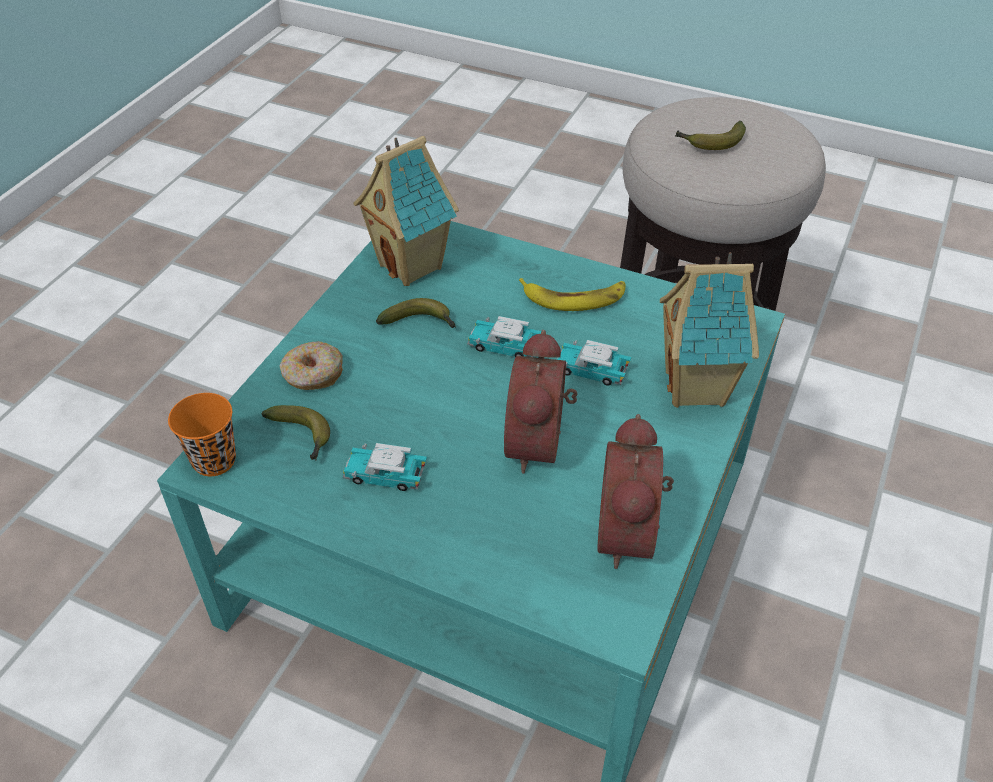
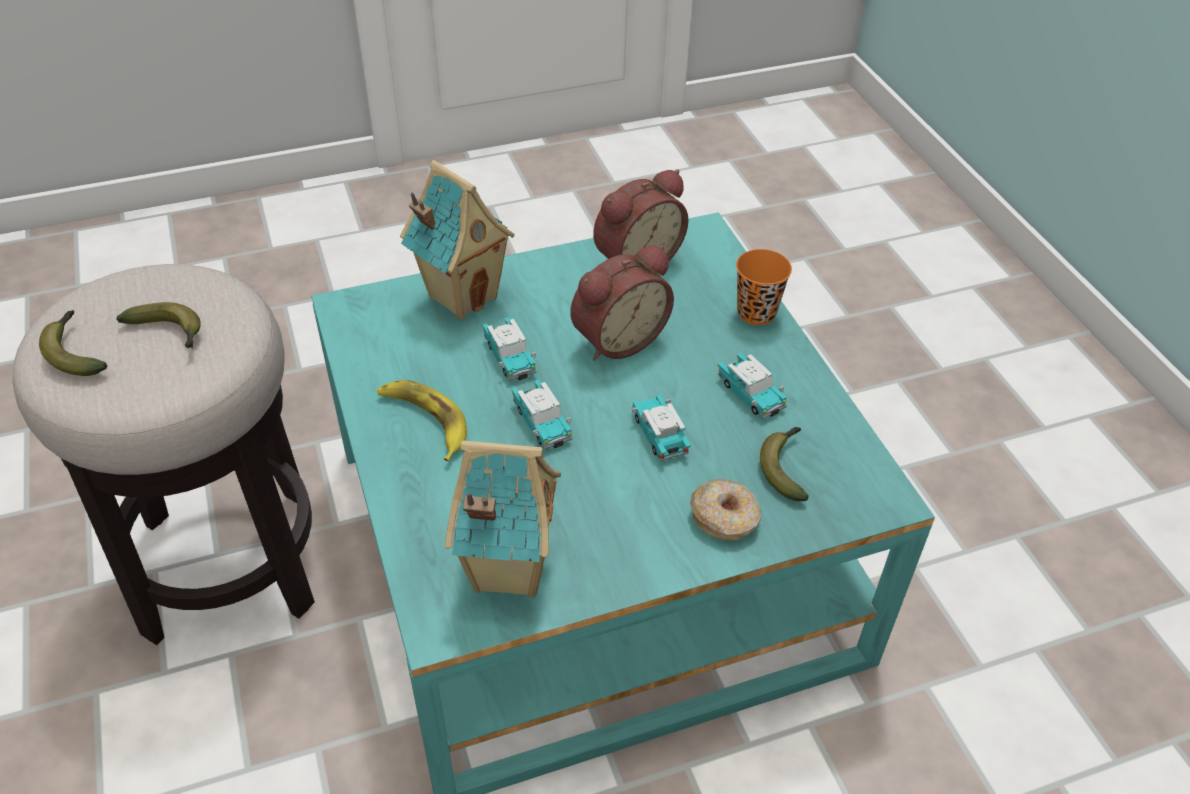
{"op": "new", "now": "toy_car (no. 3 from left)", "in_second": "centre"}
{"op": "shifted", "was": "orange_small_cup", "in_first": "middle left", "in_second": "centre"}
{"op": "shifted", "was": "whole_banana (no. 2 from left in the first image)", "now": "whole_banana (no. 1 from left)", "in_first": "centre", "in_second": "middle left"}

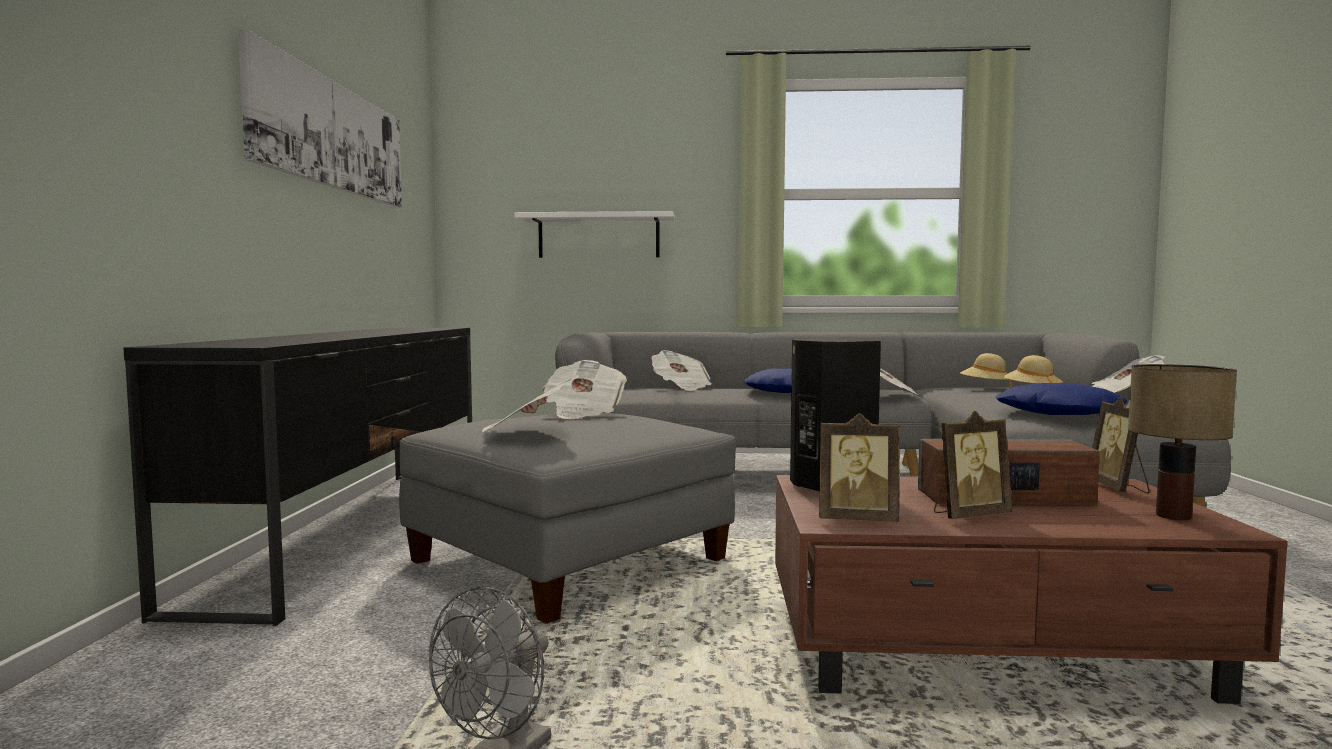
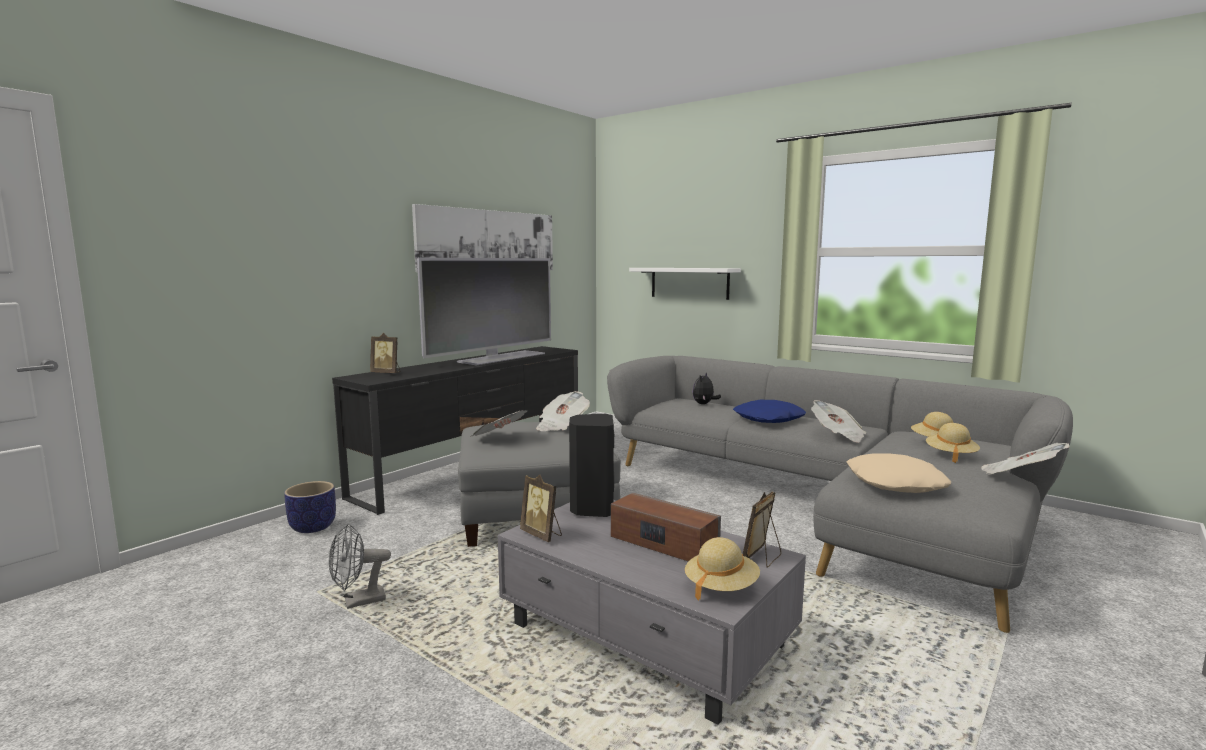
{"op": "new", "now": "plant_pot", "in_second": "bottom left"}
{"op": "new", "now": "television", "in_second": "centre"}
{"op": "shifted", "was": "photo_frame (no. 2 from left in the first image)", "now": "photo_frame (no. 1 from left)", "in_first": "middle right", "in_second": "middle left"}
{"op": "swapped", "was": "daily_paper (no. 3 from left)", "now": "cuddly_toy", "in_first": "centre", "in_second": "centre"}
{"op": "swapped", "was": "tabletop_lamp", "now": "beige-coloured_clothing_hat (no. 1 from left)", "in_first": "middle right", "in_second": "bottom centre"}
{"op": "repainted", "was": "brown-coloured_low_table", "now": "gray_low_table", "in_first": "bottom right", "in_second": "bottom centre"}
{"op": "repainted", "was": "blue_pillow (no. 2 from left)", "now": "beige-coloured_pillow", "in_first": "middle right", "in_second": "middle right"}

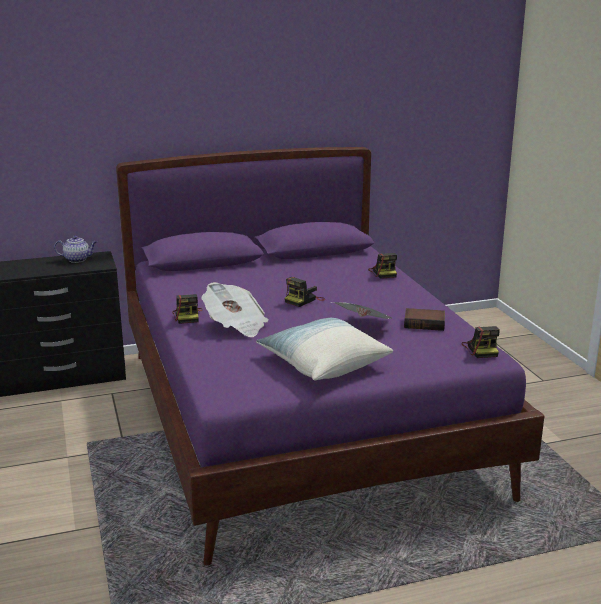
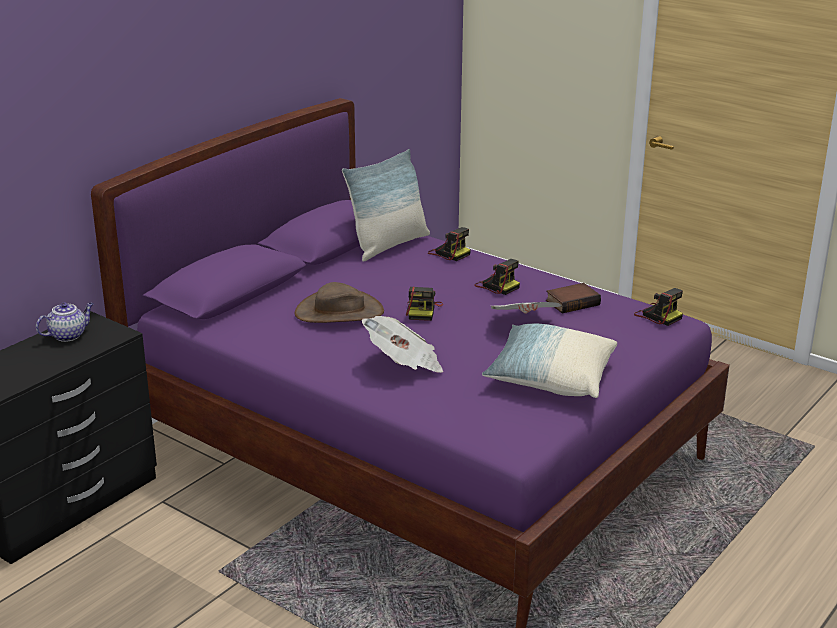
{"op": "new", "now": "brown-coloured_clothing_hat", "in_second": "centre"}
{"op": "new", "now": "pillow (no. 1 from left)", "in_second": "top centre"}
{"op": "shifted", "was": "photo_camera (no. 1 from left in the first image)", "now": "photo_camera (no. 3 from left)", "in_first": "middle left", "in_second": "centre"}

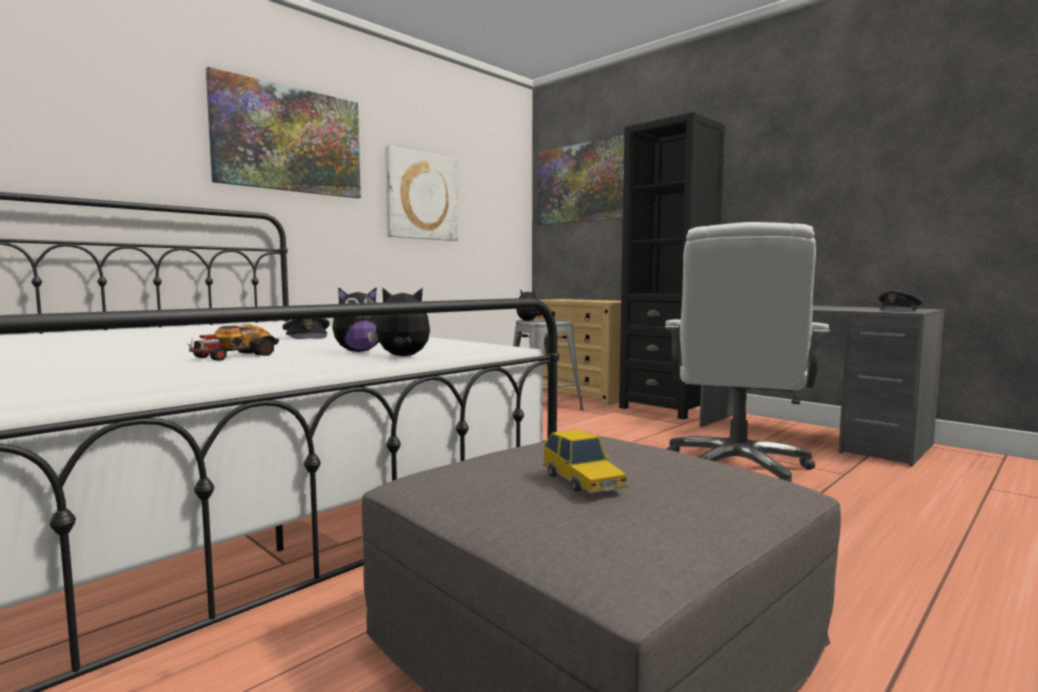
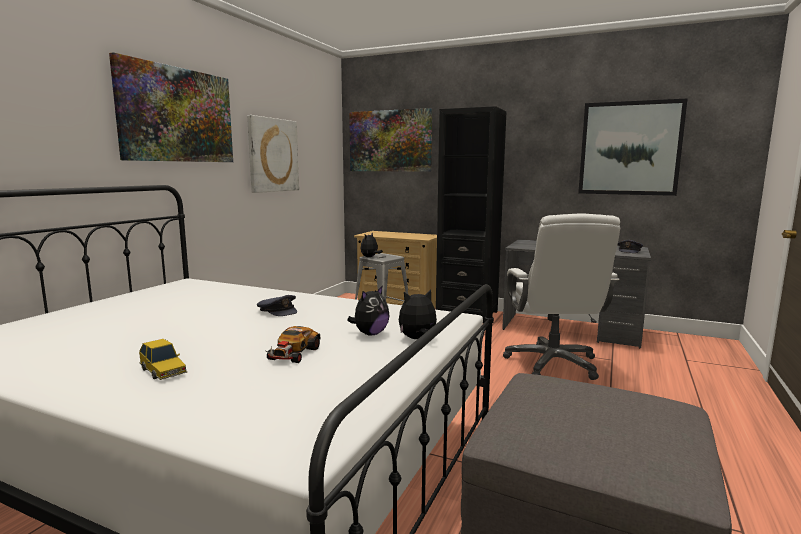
{"op": "new", "now": "picture (no. 4 from left)", "in_second": "top right"}
{"op": "shifted", "was": "toy_car (no. 2 from left in the first image)", "now": "toy_car (no. 1 from left)", "in_first": "centre", "in_second": "bottom left"}

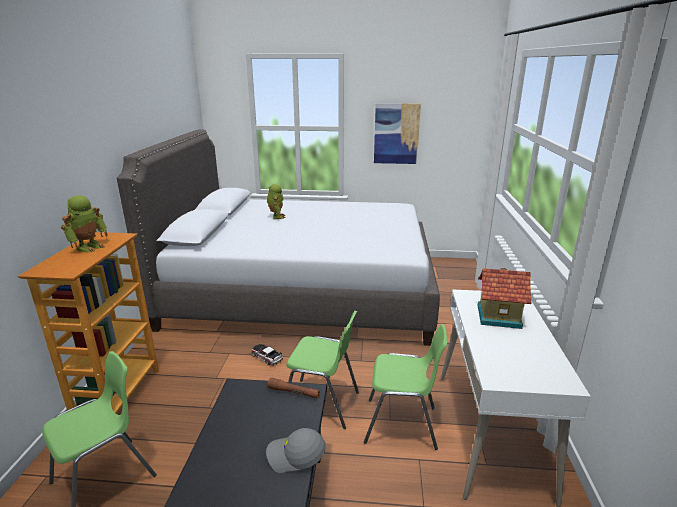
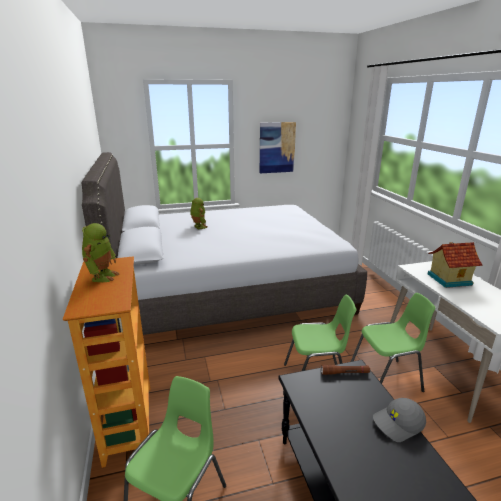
{"op": "gone", "was": "toy_car", "in_first": "bottom centre"}

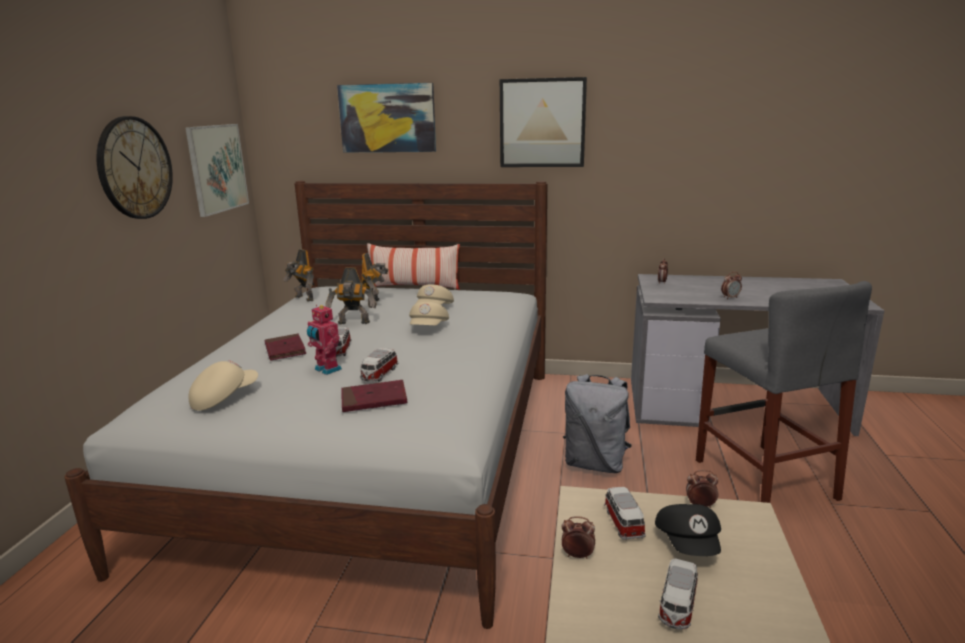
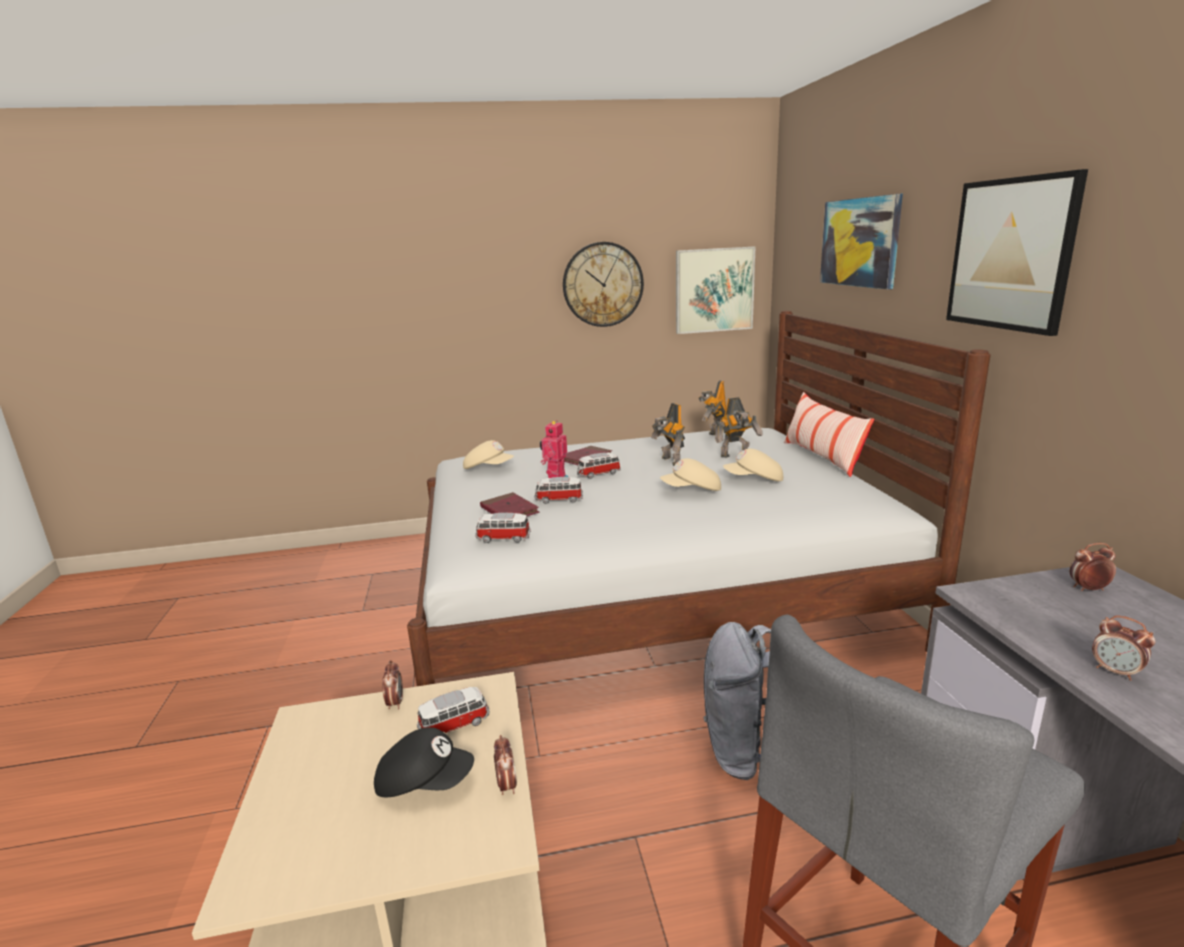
{"op": "shifted", "was": "toy_car (no. 4 from left in the first image)", "now": "toy_car (no. 2 from left)", "in_first": "bottom right", "in_second": "centre"}
{"op": "rotated", "was": "black_peaked_cap", "in_first": "bottom right", "in_second": "bottom centre", "clockwise": -150}

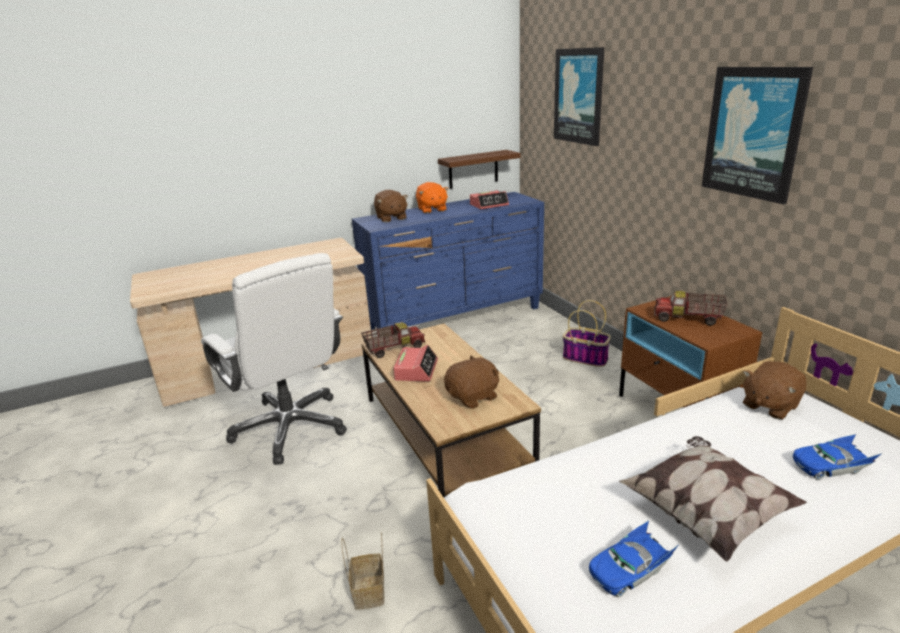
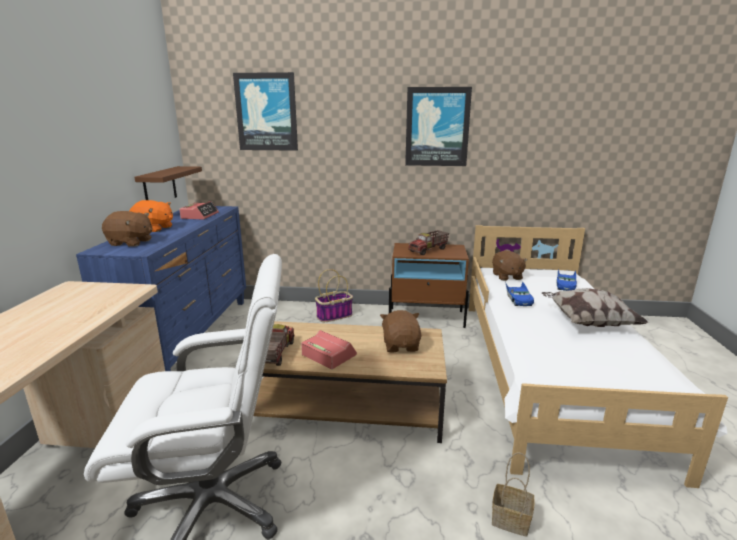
{"op": "shifted", "was": "blue_toy_car (no. 1 from left)", "in_first": "bottom right", "in_second": "middle right"}

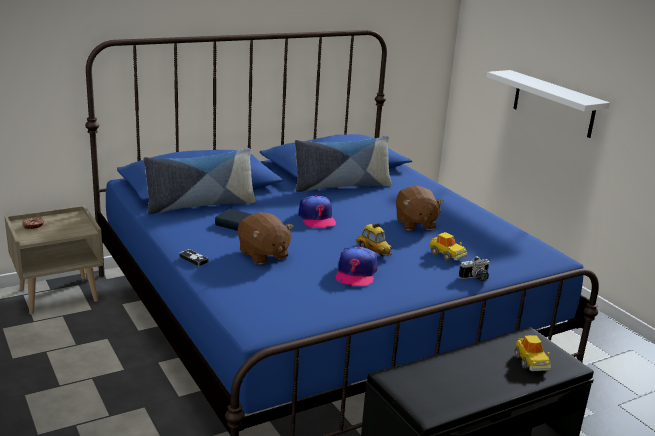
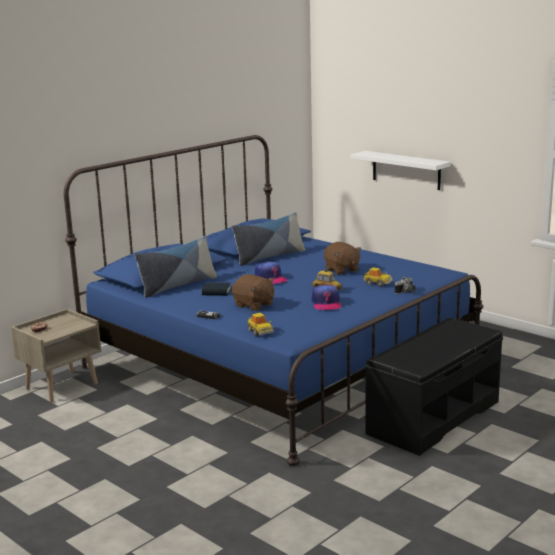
{"op": "shifted", "was": "toy_car (no. 3 from left in the first image)", "now": "toy_car (no. 1 from left)", "in_first": "bottom right", "in_second": "centre"}

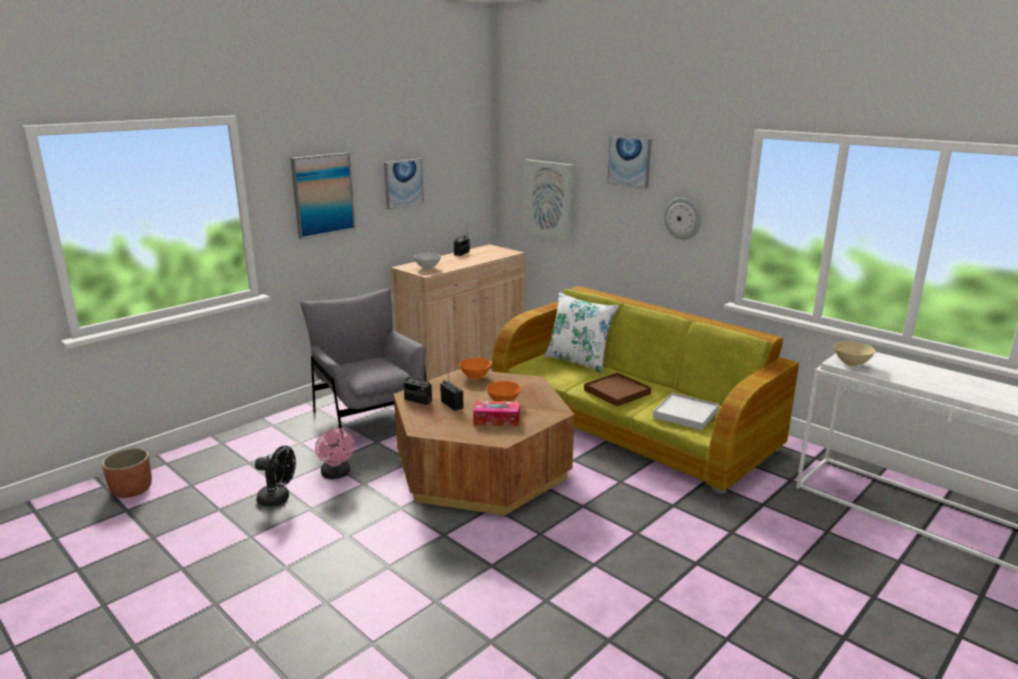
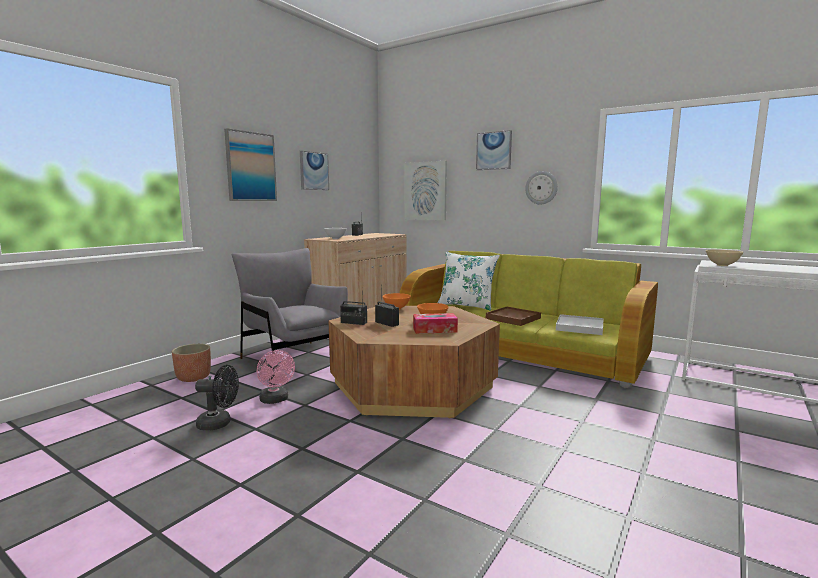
{"op": "shifted", "was": "plant_pot", "in_first": "bottom left", "in_second": "middle left"}

